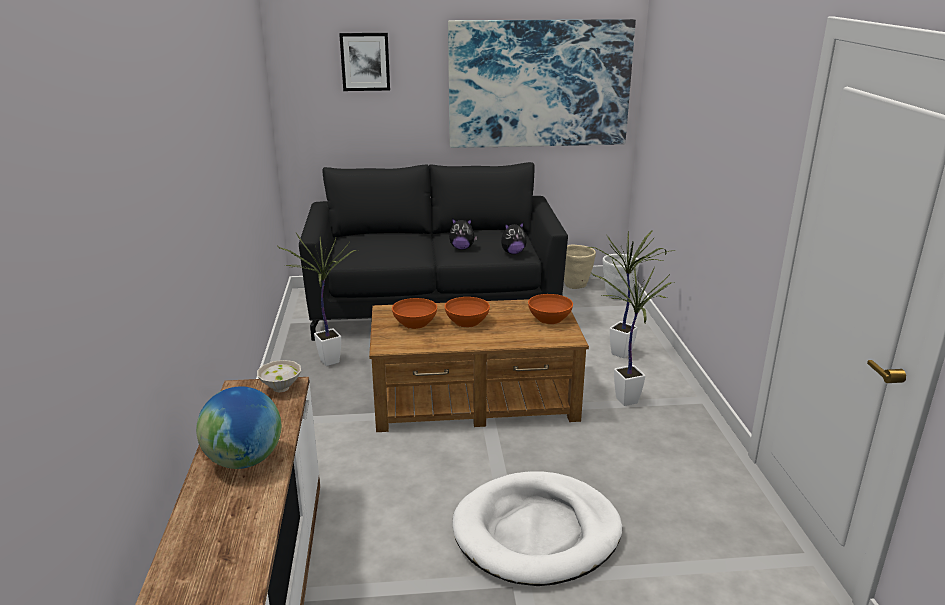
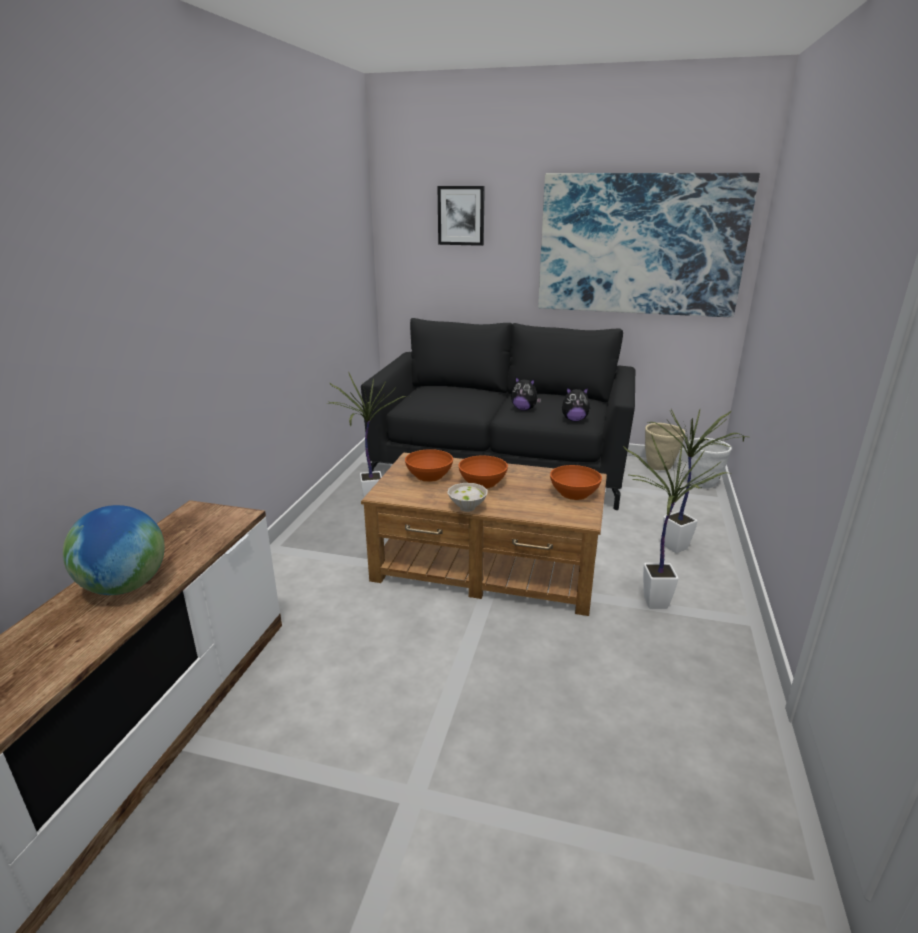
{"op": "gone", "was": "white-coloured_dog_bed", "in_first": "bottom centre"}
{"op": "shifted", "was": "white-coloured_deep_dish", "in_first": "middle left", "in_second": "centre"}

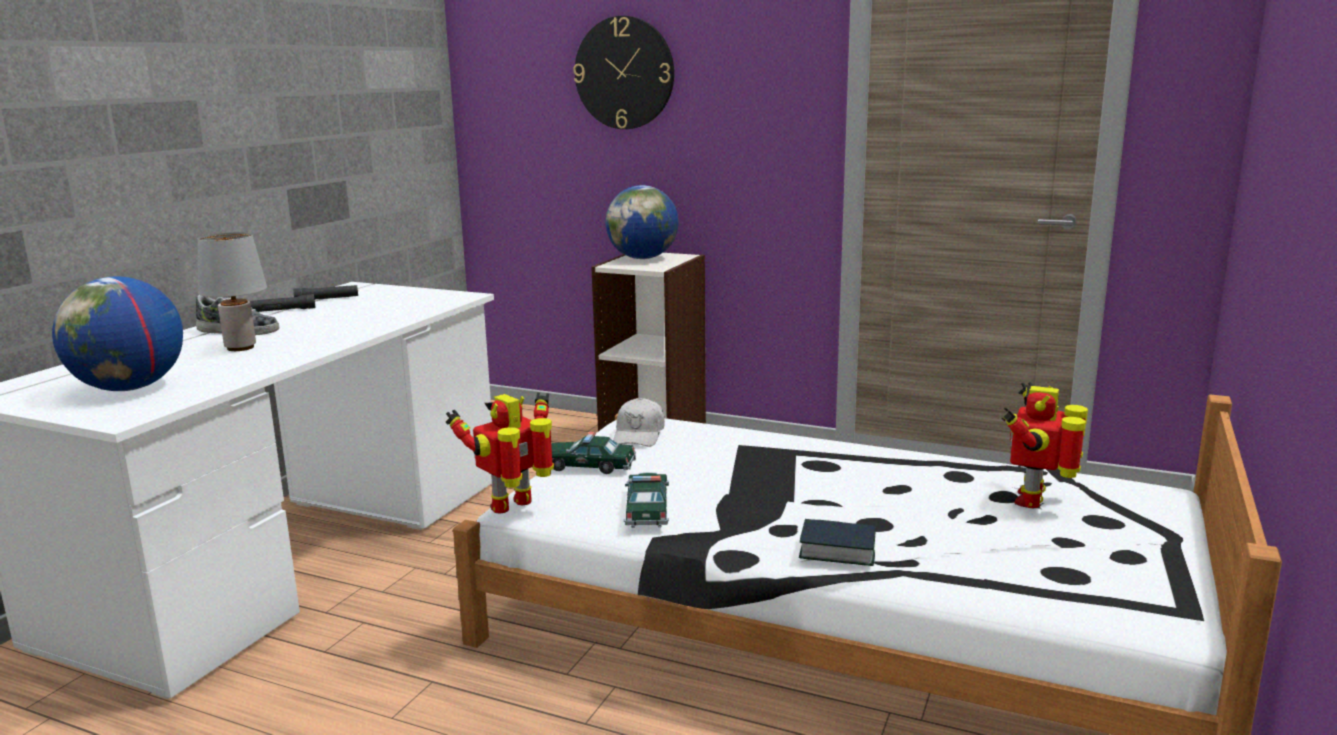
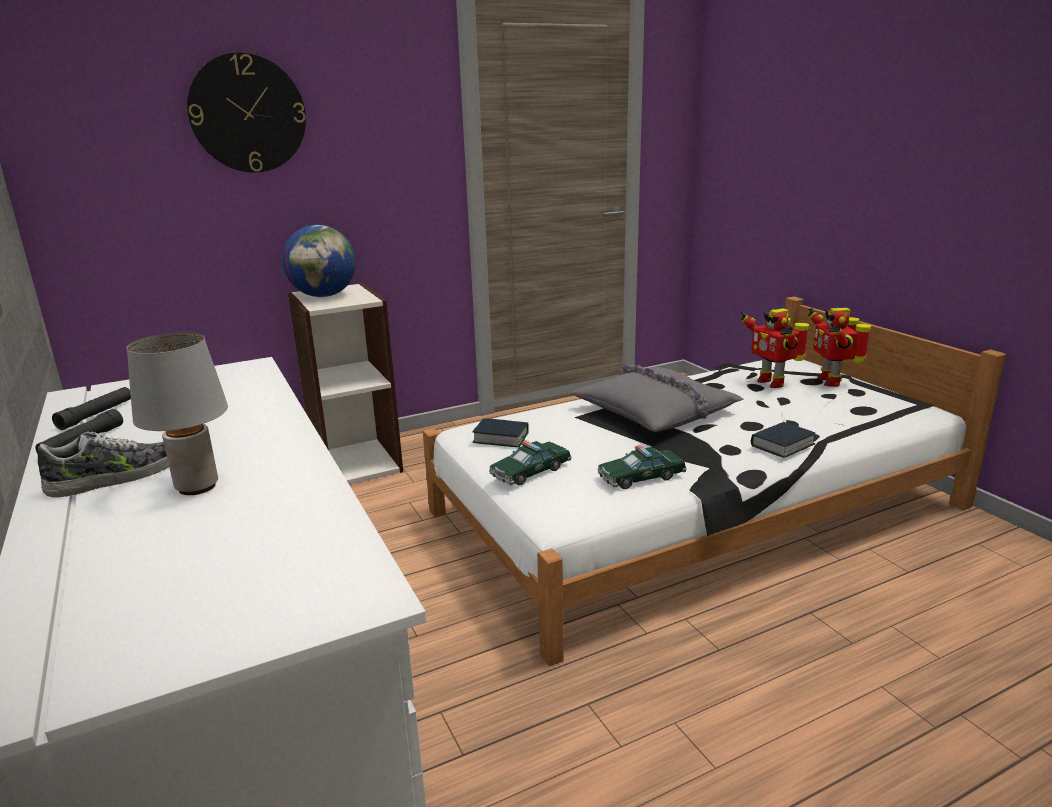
{"op": "gone", "was": "world_globe (no. 1 from left)", "in_first": "middle left"}
{"op": "new", "now": "gray_pillow", "in_second": "centre"}
{"op": "shifted", "was": "robot_figure (no. 1 from left in the first image)", "now": "robot_figure (no. 2 from left)", "in_first": "centre", "in_second": "middle right"}
{"op": "swapped", "was": "white-coloured_peaked_cap", "now": "volume (no. 1 from left)", "in_first": "centre", "in_second": "centre"}
{"op": "rotated", "was": "toy_car (no. 2 from left)", "in_first": "bottom centre", "in_second": "centre", "clockwise": -60}

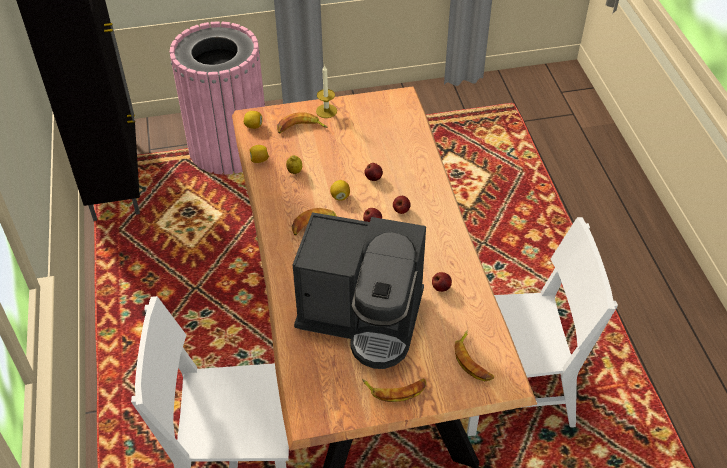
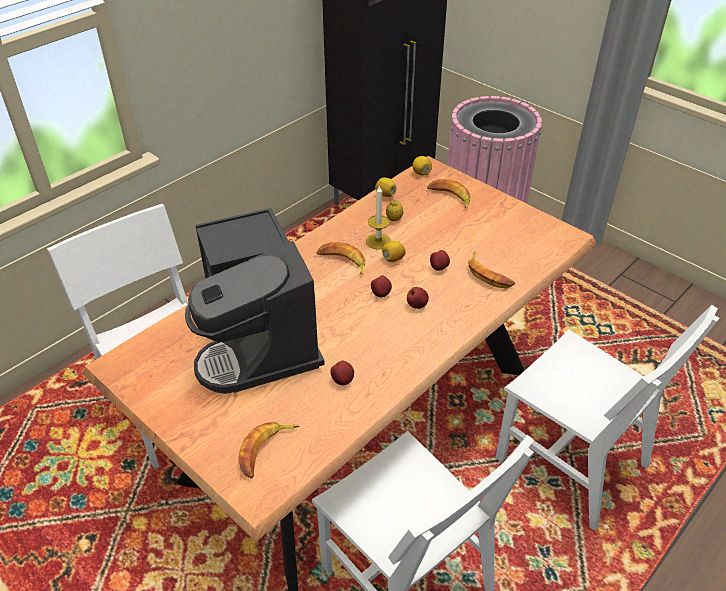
{"op": "new", "now": "white-coloured_plain_chair (no. 3 from left)", "in_second": "bottom right"}
{"op": "shifted", "was": "candle", "in_first": "top centre", "in_second": "centre"}
{"op": "shifted", "was": "whole_banana (no. 3 from left in the first image)", "now": "whole_banana (no. 4 from left)", "in_first": "bottom centre", "in_second": "middle right"}

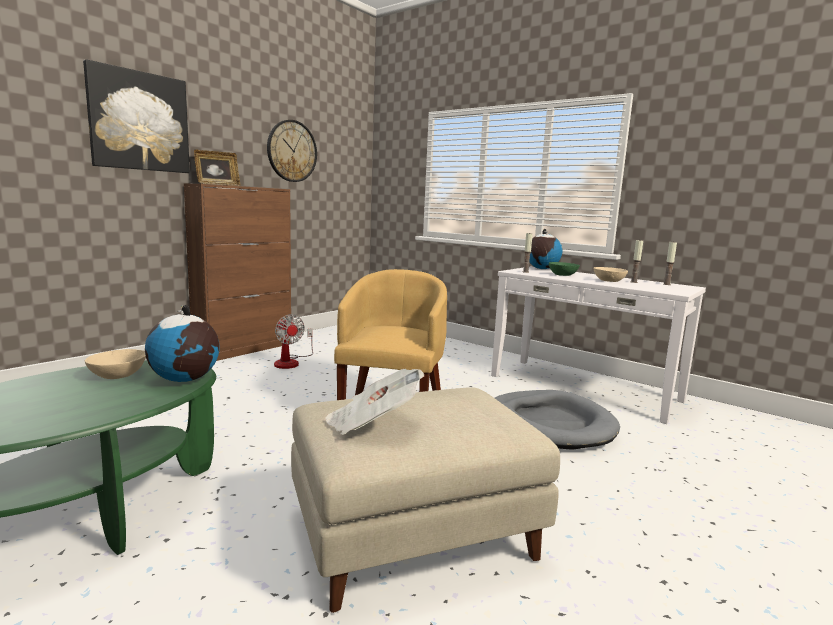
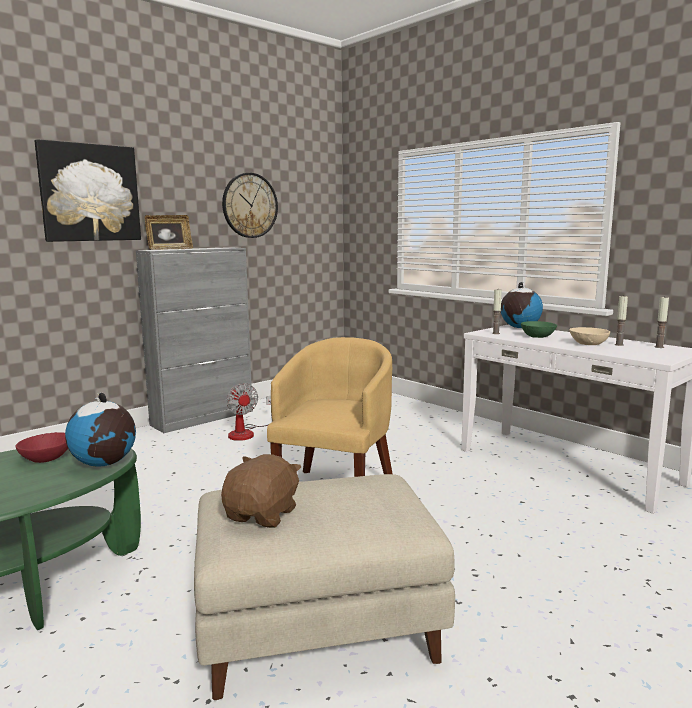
{"op": "gone", "was": "gray_dog_bed", "in_first": "bottom right"}
{"op": "swapped", "was": "daily_paper", "now": "brown-coloured_cuddly_toy", "in_first": "centre", "in_second": "bottom centre"}
{"op": "repainted", "was": "beige-coloured_deep_dish (no. 1 from left)", "now": "reddish_deep_dish", "in_first": "middle left", "in_second": "middle left"}
{"op": "repainted", "was": "brown-coloured_cabinet", "now": "gray_cabinet", "in_first": "middle left", "in_second": "middle left"}

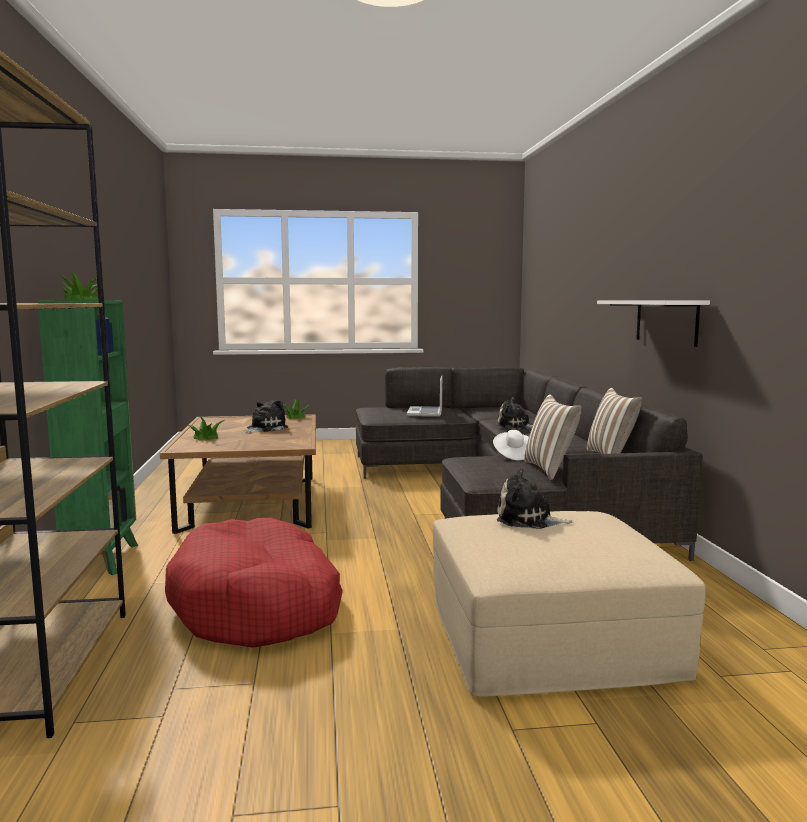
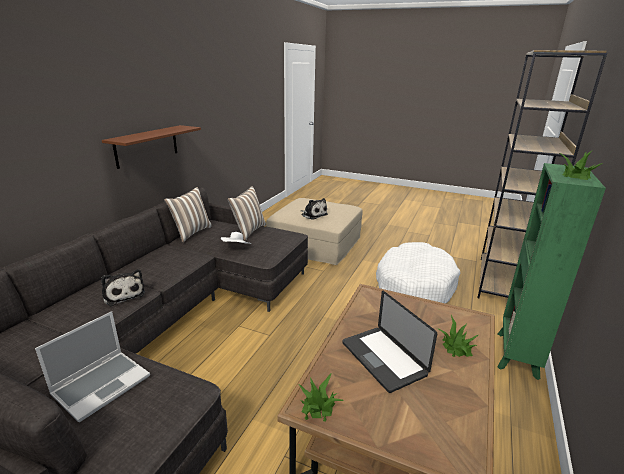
{"op": "swapped", "was": "cuddly_toy (no. 1 from left)", "now": "portable_computer (no. 2 from left)", "in_first": "middle left", "in_second": "bottom centre"}
{"op": "repainted", "was": "reddish_dog_bed", "now": "white-coloured_dog_bed", "in_first": "bottom left", "in_second": "middle right"}
{"op": "repainted", "was": "white-coloured_wall_shelf", "now": "brown-coloured_wall_shelf", "in_first": "middle right", "in_second": "top left"}

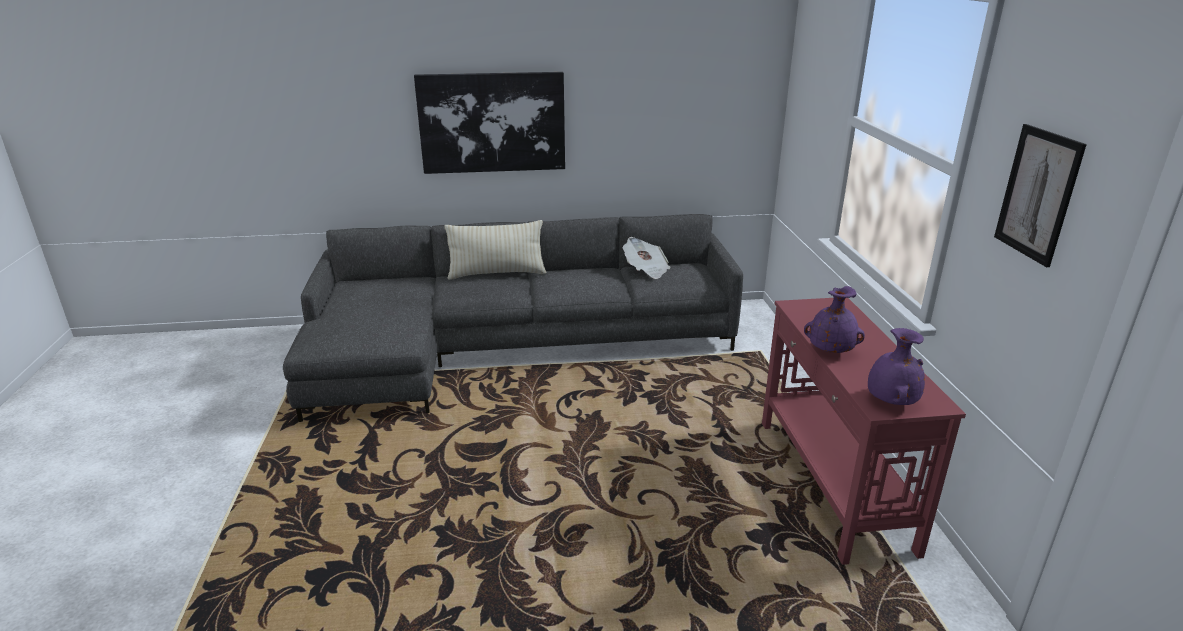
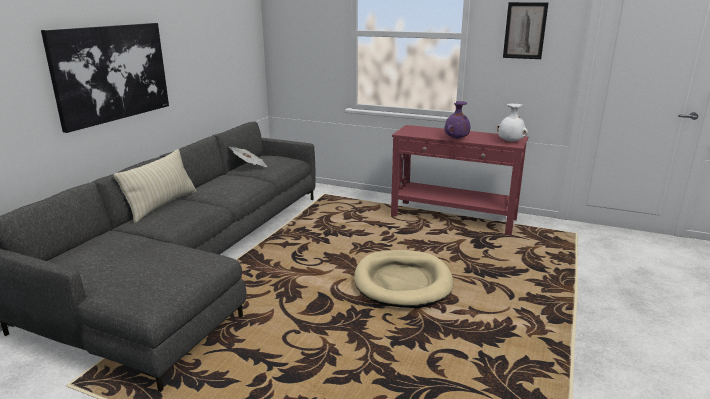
{"op": "new", "now": "beige-coloured_dog_bed", "in_second": "bottom centre"}
{"op": "repainted", "was": "purple-coloured_decorative_vase (no. 2 from left)", "now": "white-coloured_decorative_vase", "in_first": "middle right", "in_second": "top right"}

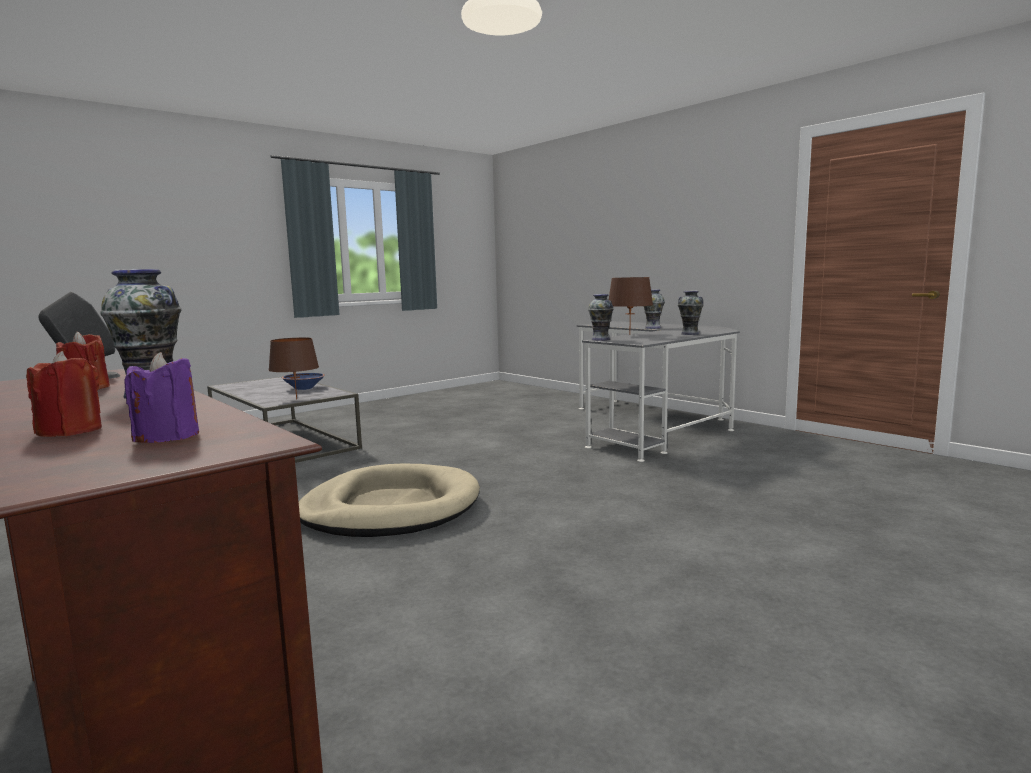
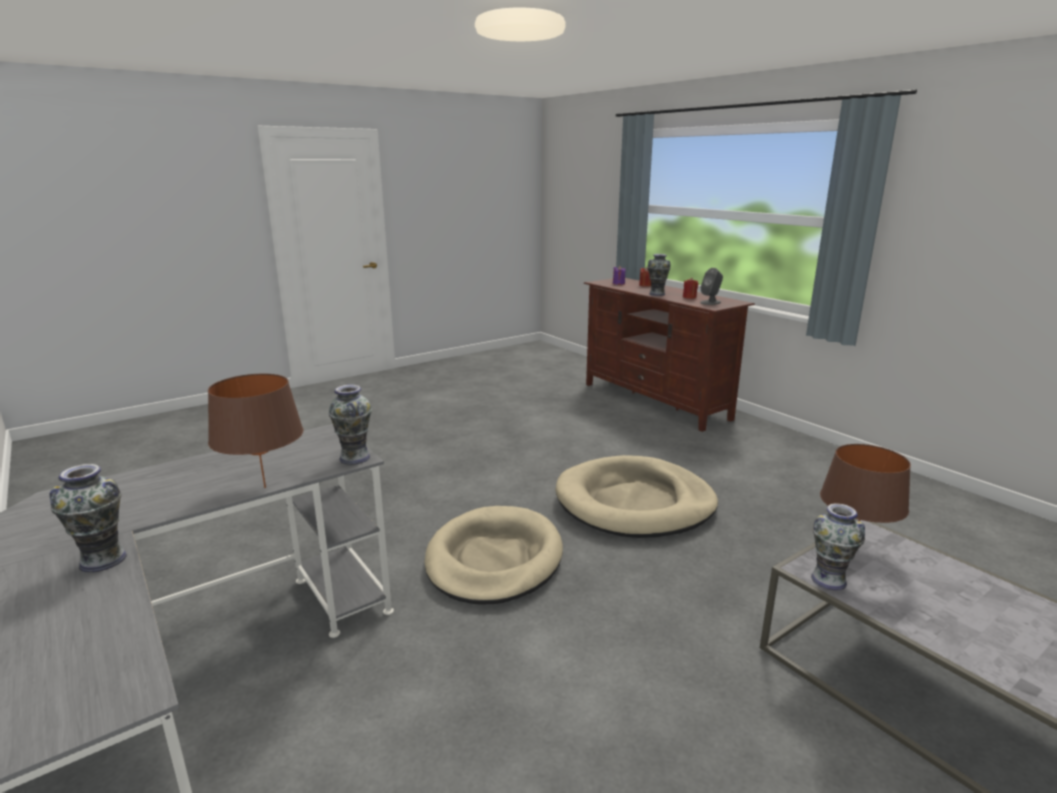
{"op": "gone", "was": "blue_deep_dish", "in_first": "middle left"}
{"op": "new", "now": "beige-coloured_dog_bed (no. 1 from left)", "in_second": "bottom centre"}
{"op": "shifted", "was": "decorative_vase (no. 4 from left)", "in_first": "middle right", "in_second": "bottom right"}

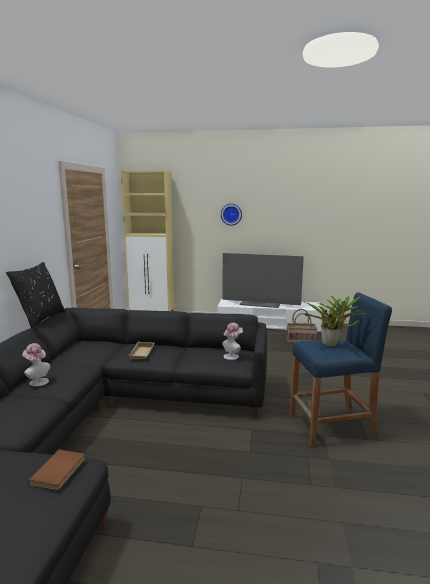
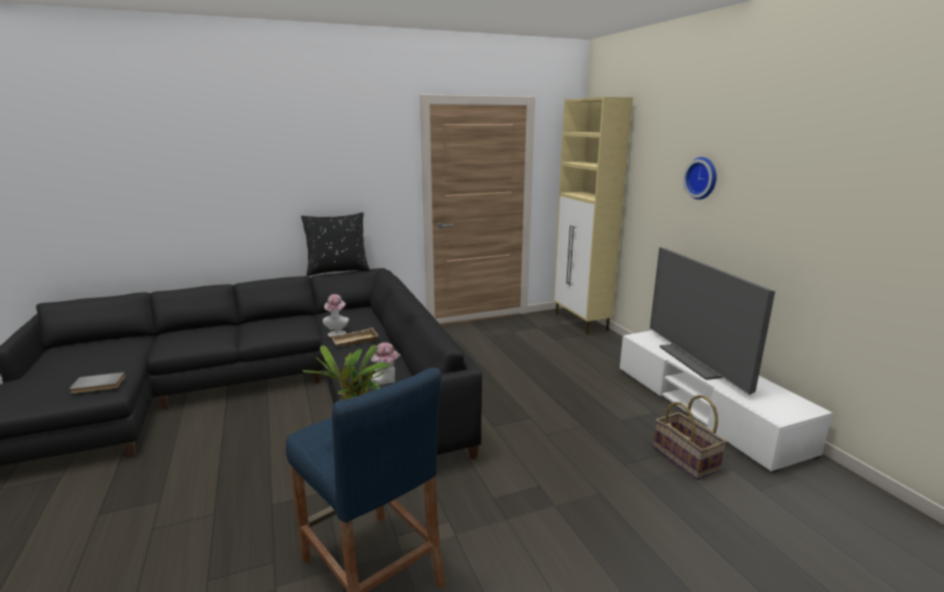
{"op": "shifted", "was": "clothing_hat (no. 1 from left)", "in_first": "middle left", "in_second": "centre"}
{"op": "repainted", "was": "brown-coloured_volume", "now": "gray_volume", "in_first": "bottom left", "in_second": "middle left"}

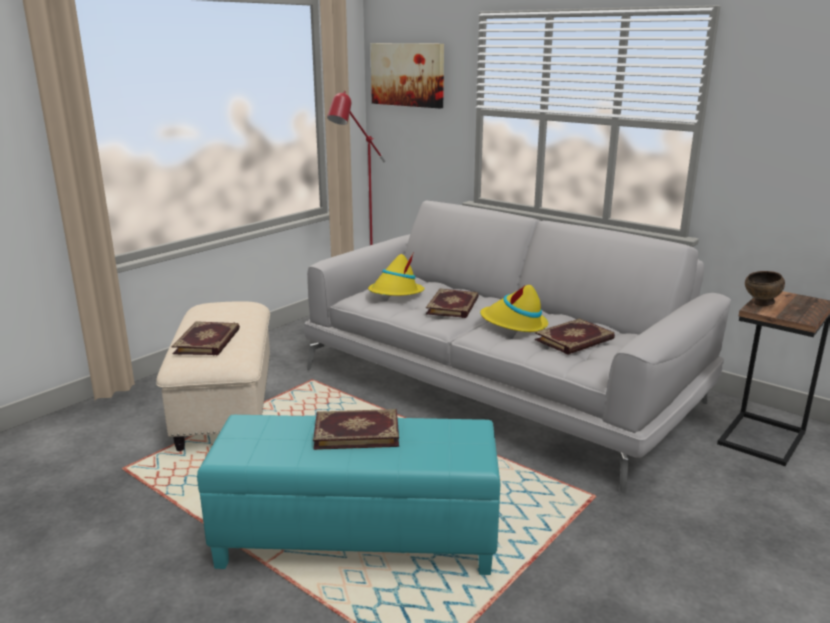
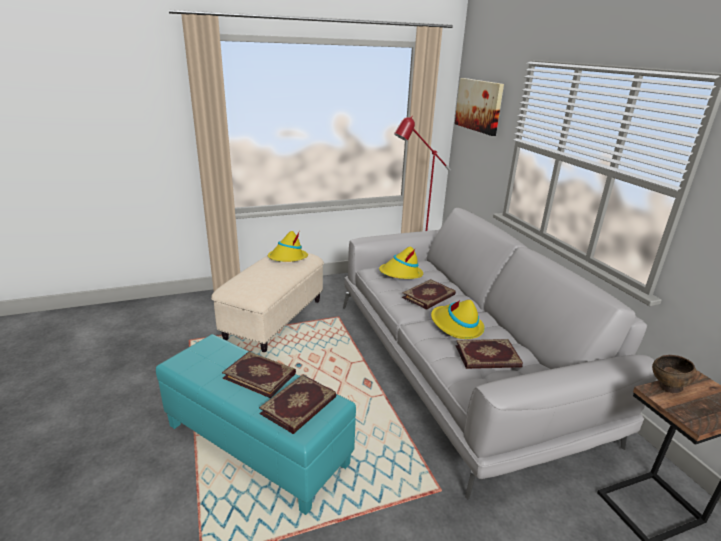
{"op": "new", "now": "yellowish_clothing_hat (no. 1 from left)", "in_second": "centre"}
{"op": "shifted", "was": "volume (no. 1 from left in the first image)", "now": "volume (no. 2 from left)", "in_first": "middle left", "in_second": "bottom centre"}

